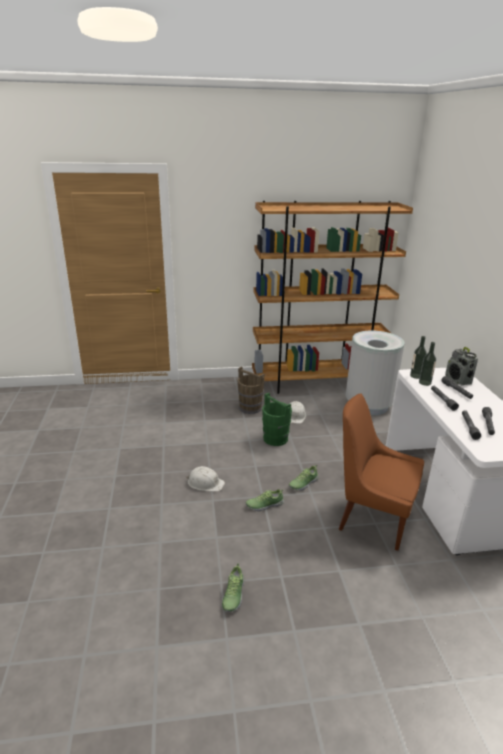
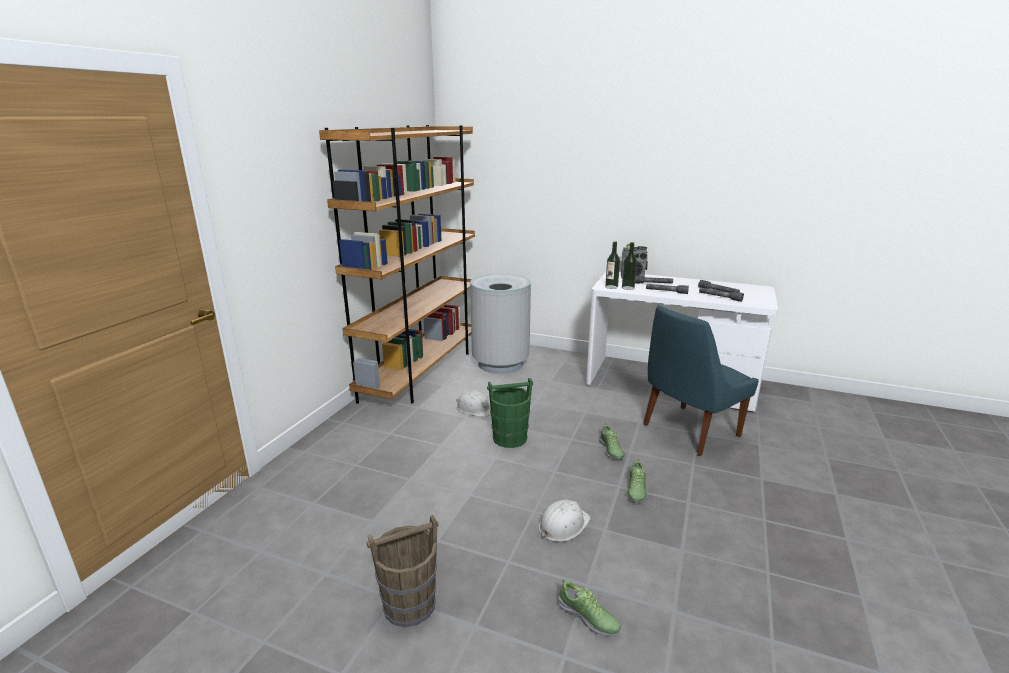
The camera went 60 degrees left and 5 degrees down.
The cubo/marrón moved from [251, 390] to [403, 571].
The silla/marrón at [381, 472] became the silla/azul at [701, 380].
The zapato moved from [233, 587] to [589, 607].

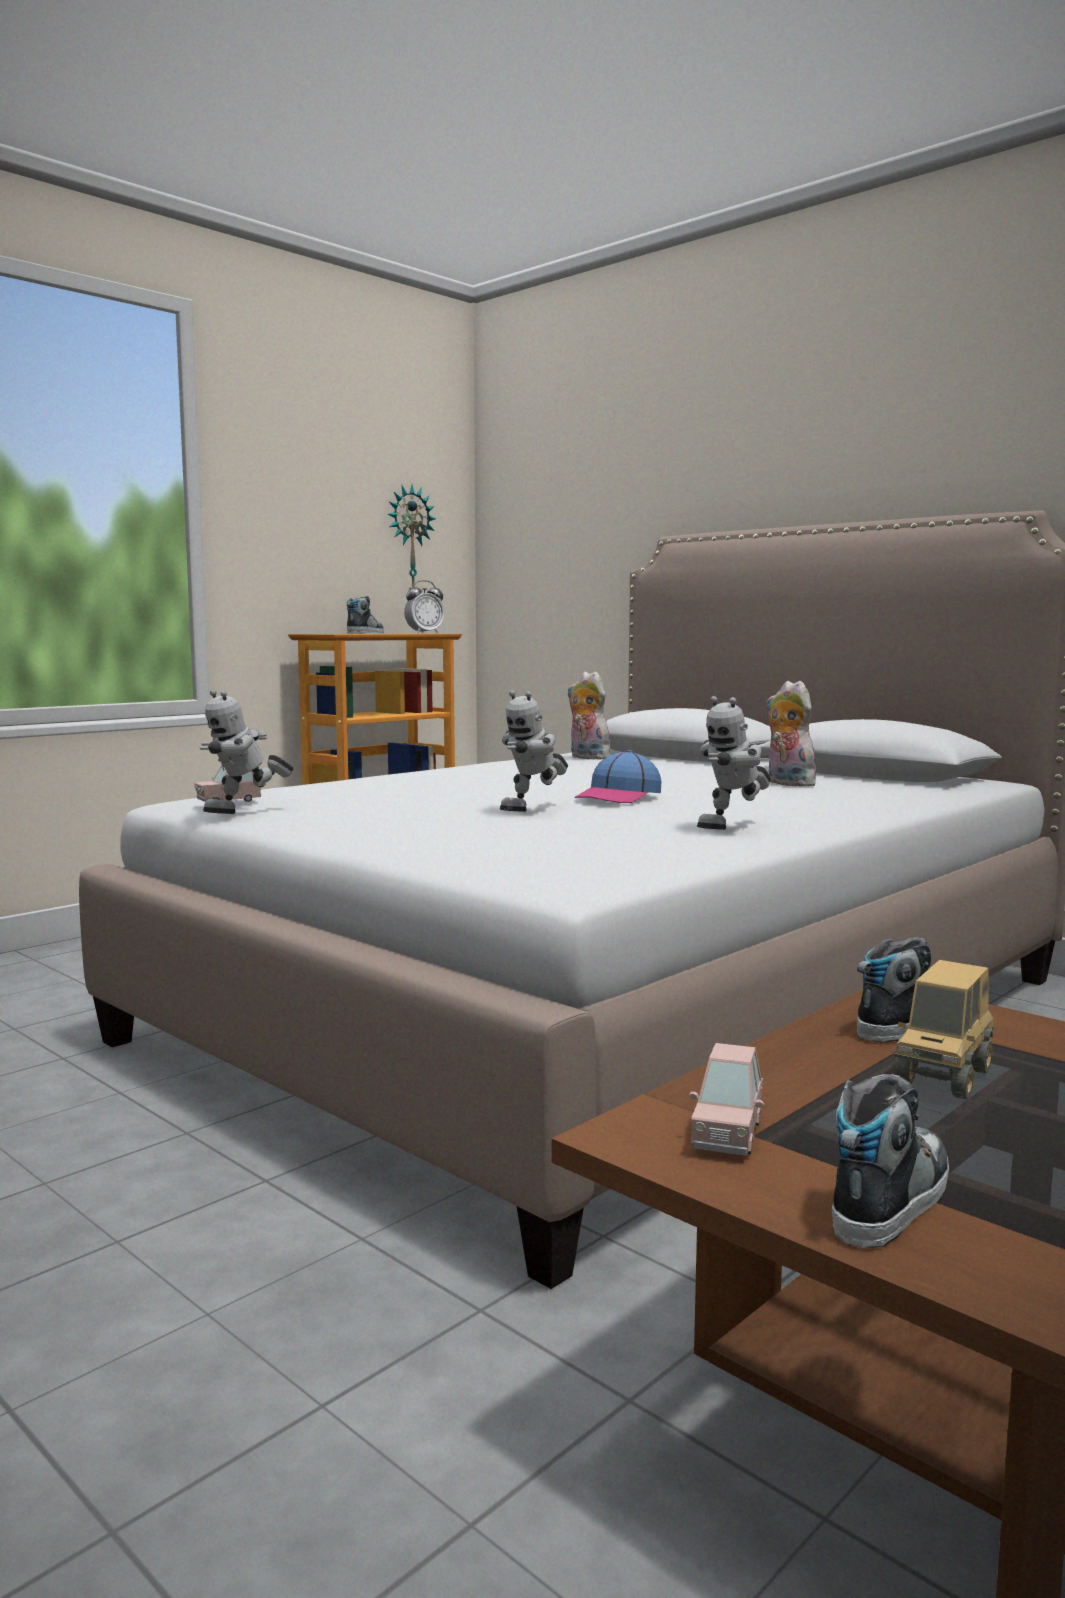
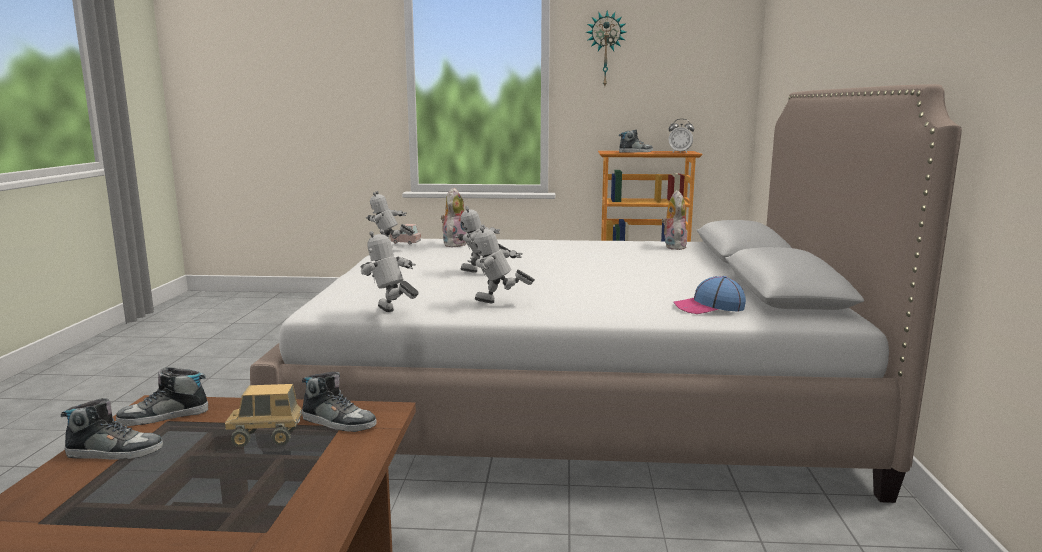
The camera went 50 degrees right and 5 degrees up.
The reloj de pared moved from [411, 536] to [606, 48].
The peluche moved from [794, 734] to [453, 217].
The gorra moved from [618, 776] to [709, 295].
The coche de juguete/rosa at [726, 1099] was replaced by the zapato at [162, 396].
The robot de juguete at [390, 270] appeared.

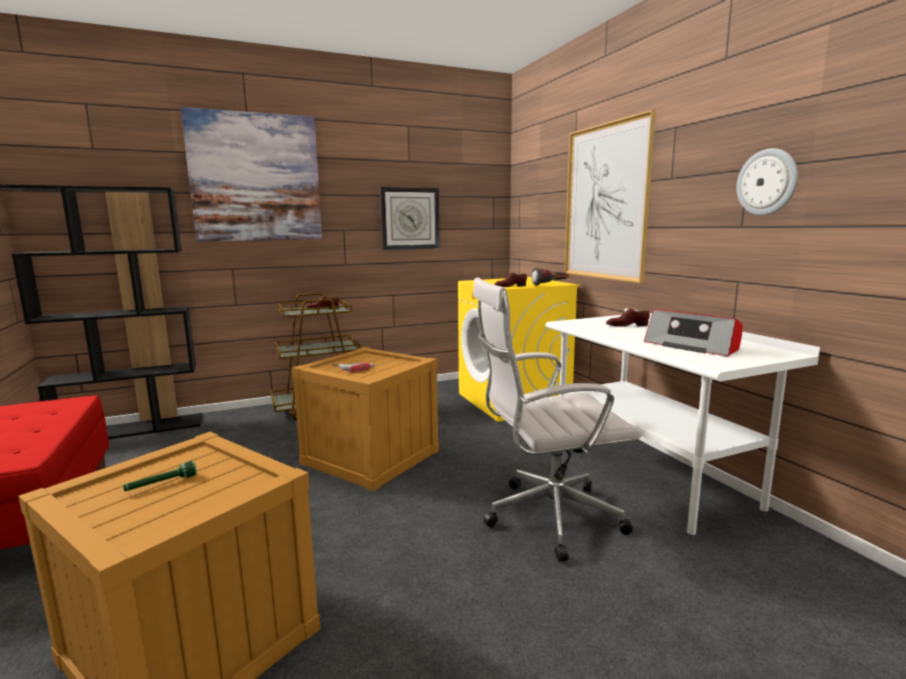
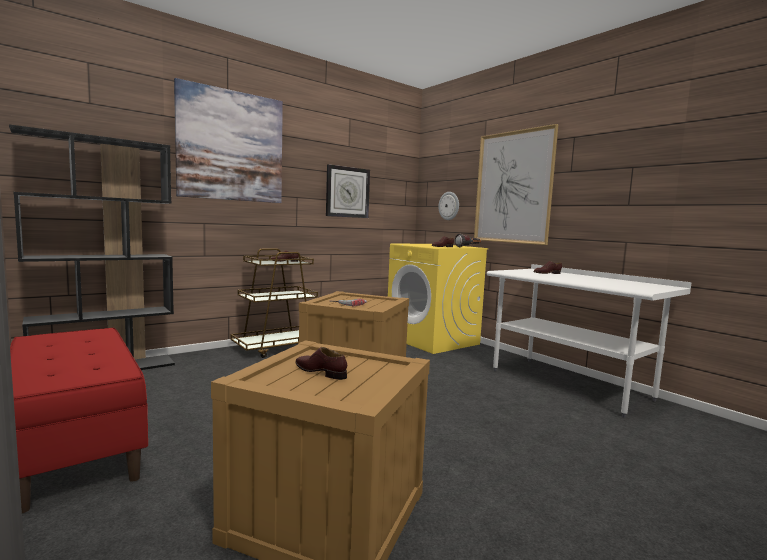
The camera went 15 degrees left and 5 degrees down.
The reloj de pared moved from [767, 182] to [448, 206].
The silla de oficina/blanco at [557, 419] disappeared.
The radio at [693, 333] disappeared.
The linterna/verde at [160, 476] was replaced by the zapato/marrón at [321, 363].

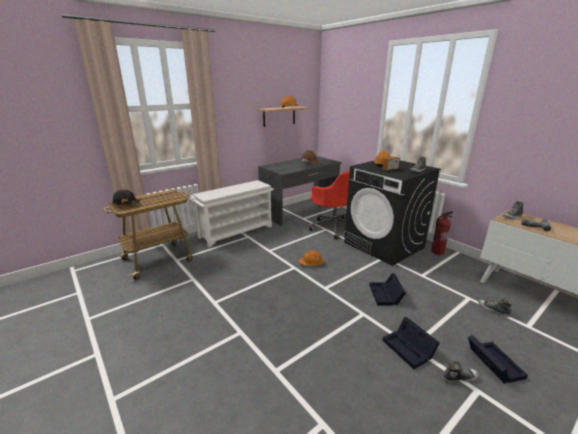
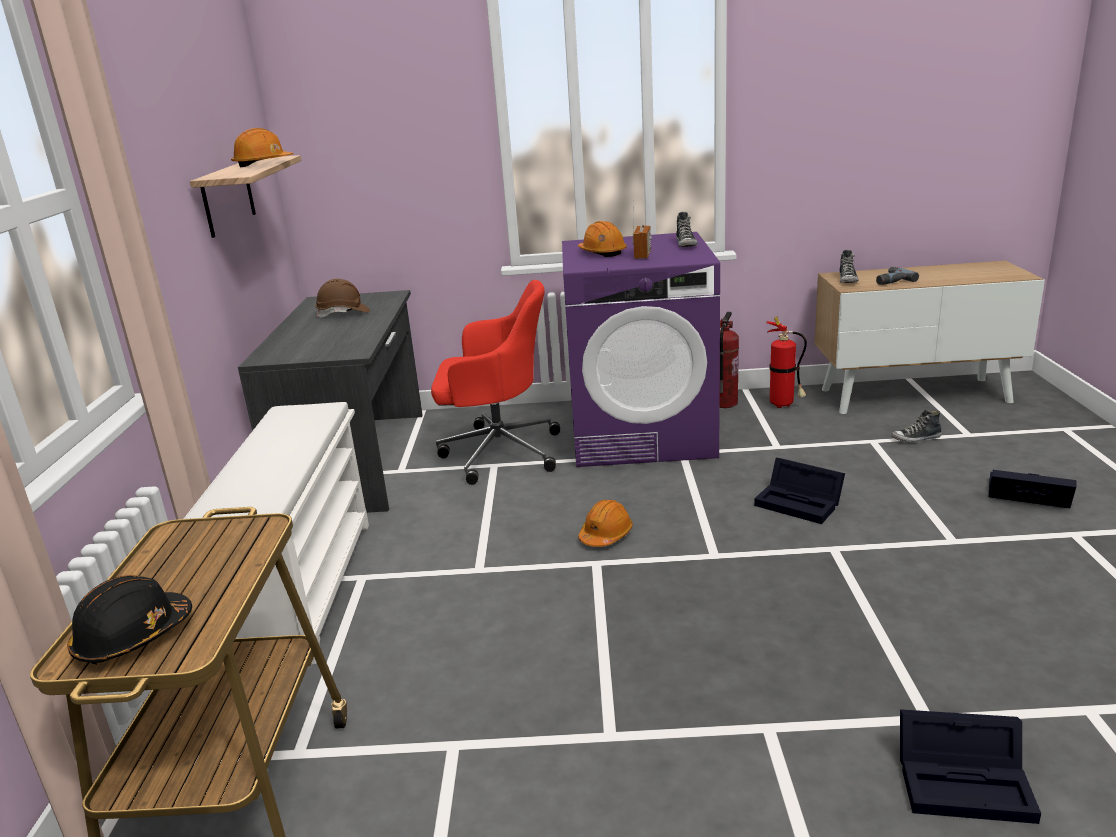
The camera went 50 degrees left and 0 degrees up.
The lavadora/negro at [392, 213] became the lavadora/morado at [641, 349].
The caja de almacenaje/negro moved from [411, 343] to [970, 766].
The zapato at [460, 372] disappeared.
The extintor at [786, 362] appeared.

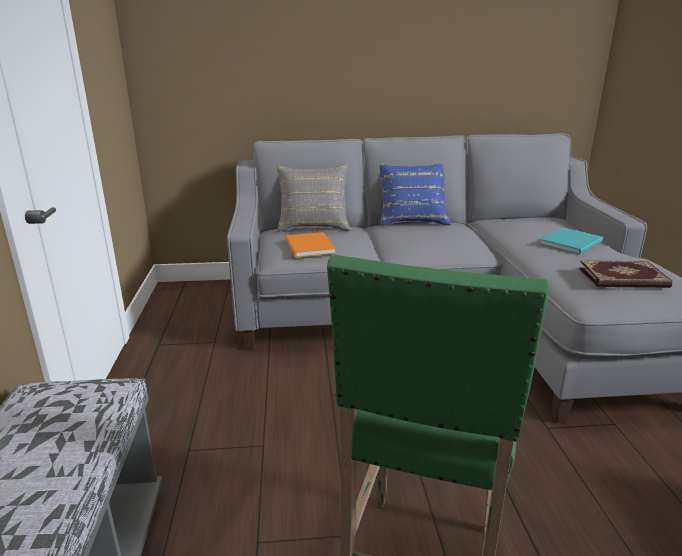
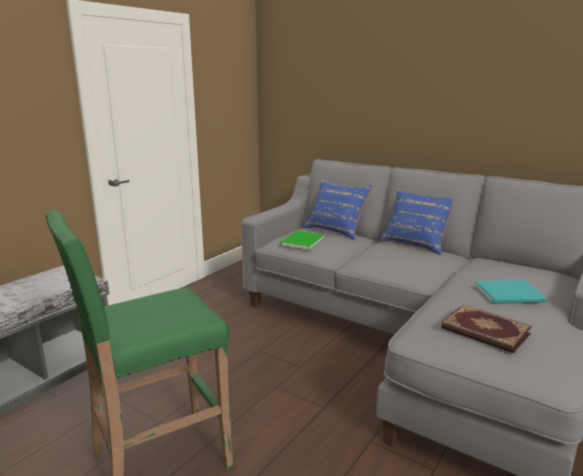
The camera went 40 degrees right and 5 degrees down.
The cojín/gris at [314, 197] became the cojín/azul at [338, 209].
The libro/naranja at [311, 245] became the libro/verde at [302, 240].

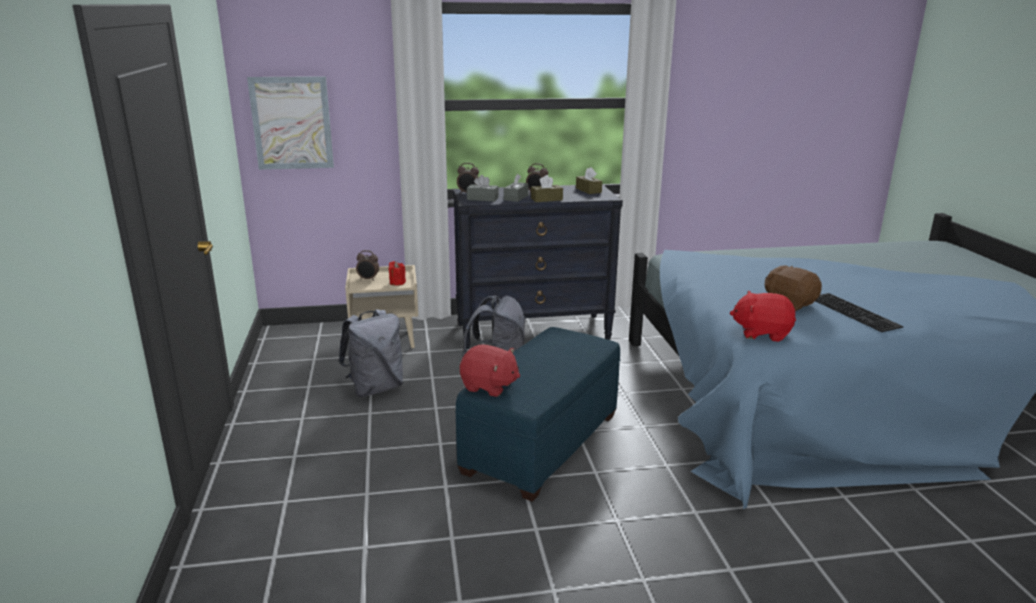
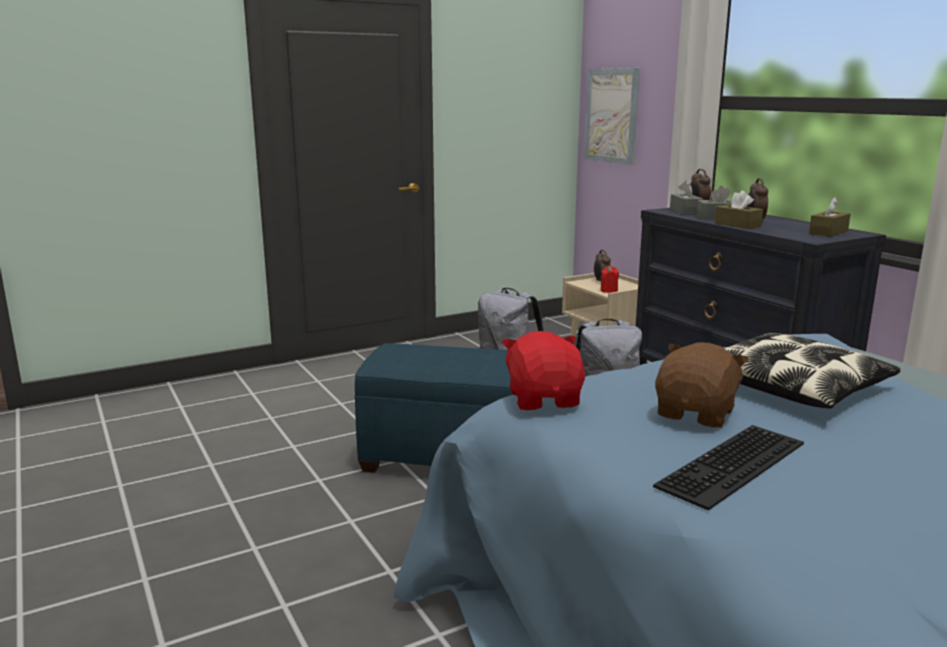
The camera went 70 degrees right and 5 degrees down.
The peluche/rojo at [490, 370] disappeared.
The cojín at [812, 371] appeared.

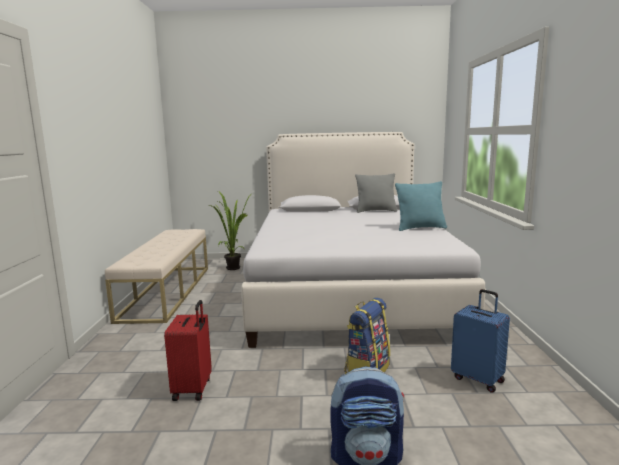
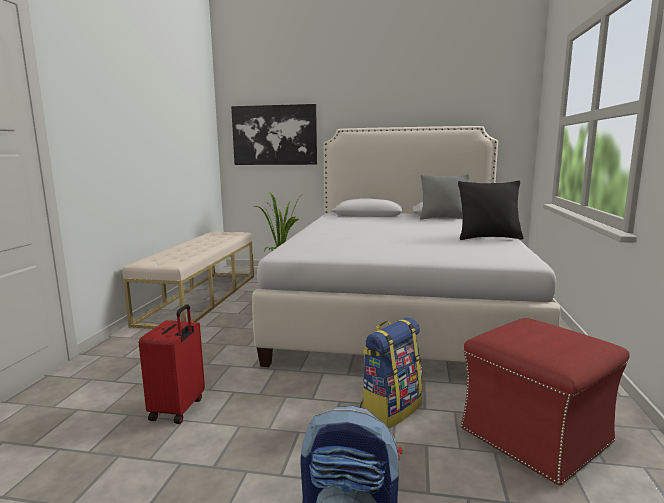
The camera went 10 degrees right and 0 degrees up.
The cojín/turquesa at [421, 206] became the cojín/negro at [491, 210].
The maleta/azul at [480, 341] was replaced by the puf/rojo at [545, 402].
The cuadro at [274, 134] appeared.

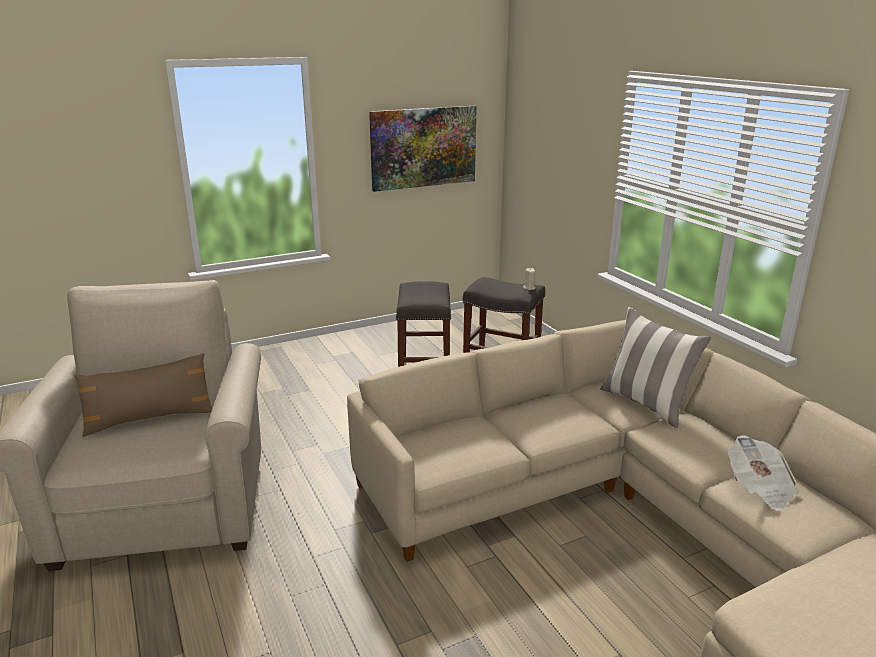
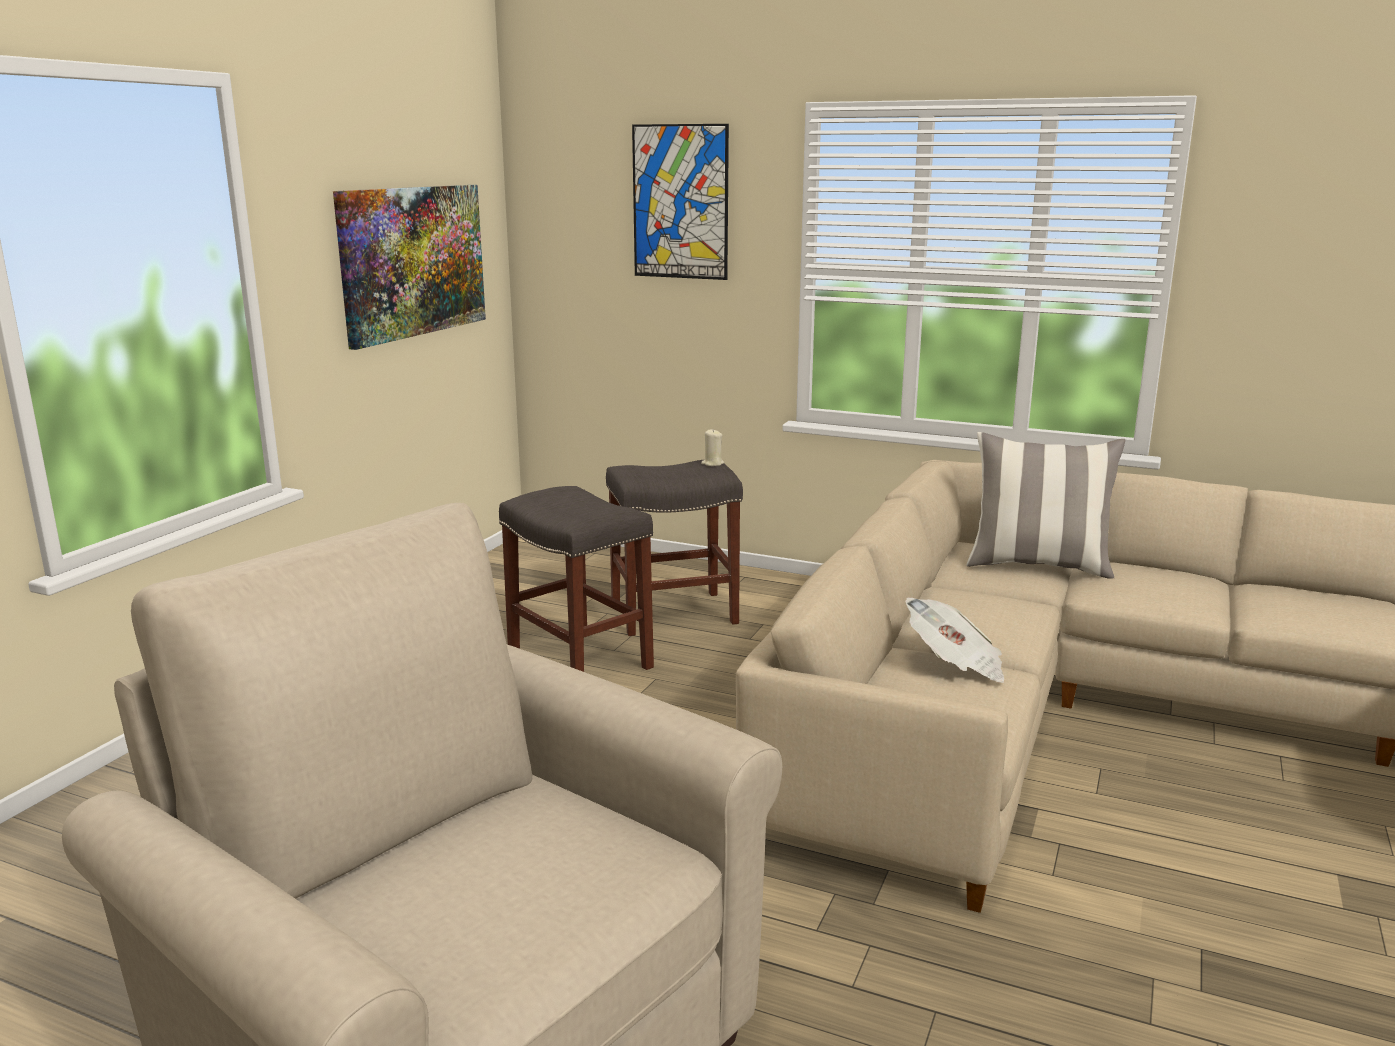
The camera went 40 degrees left and 5 degrees down.
The cojín/marrón at [143, 395] disappeared.
The periódico moved from [764, 473] to [955, 640].
The cuadro at [680, 202] appeared.

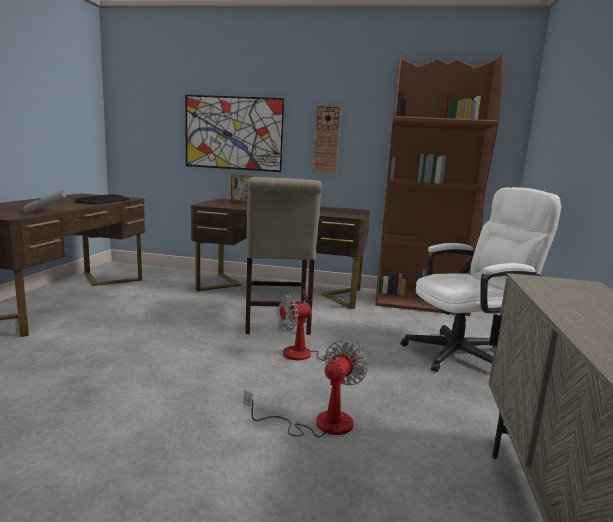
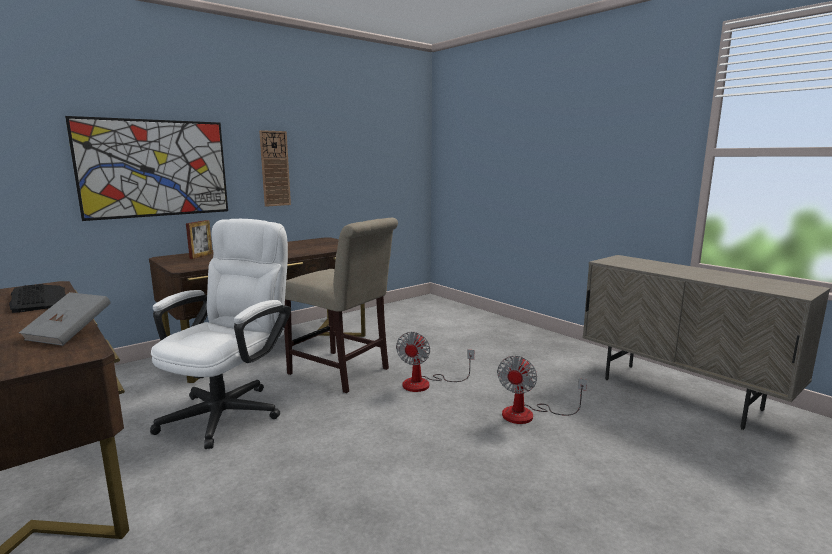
The camera went 50 degrees left and 0 degrees up.
The estantería/marrón at [439, 184] disappeared.
The silla de oficina/blanco moved from [481, 279] to [220, 334].
The ventilador at [306, 388] turned 135 degrees counterclockwise.

